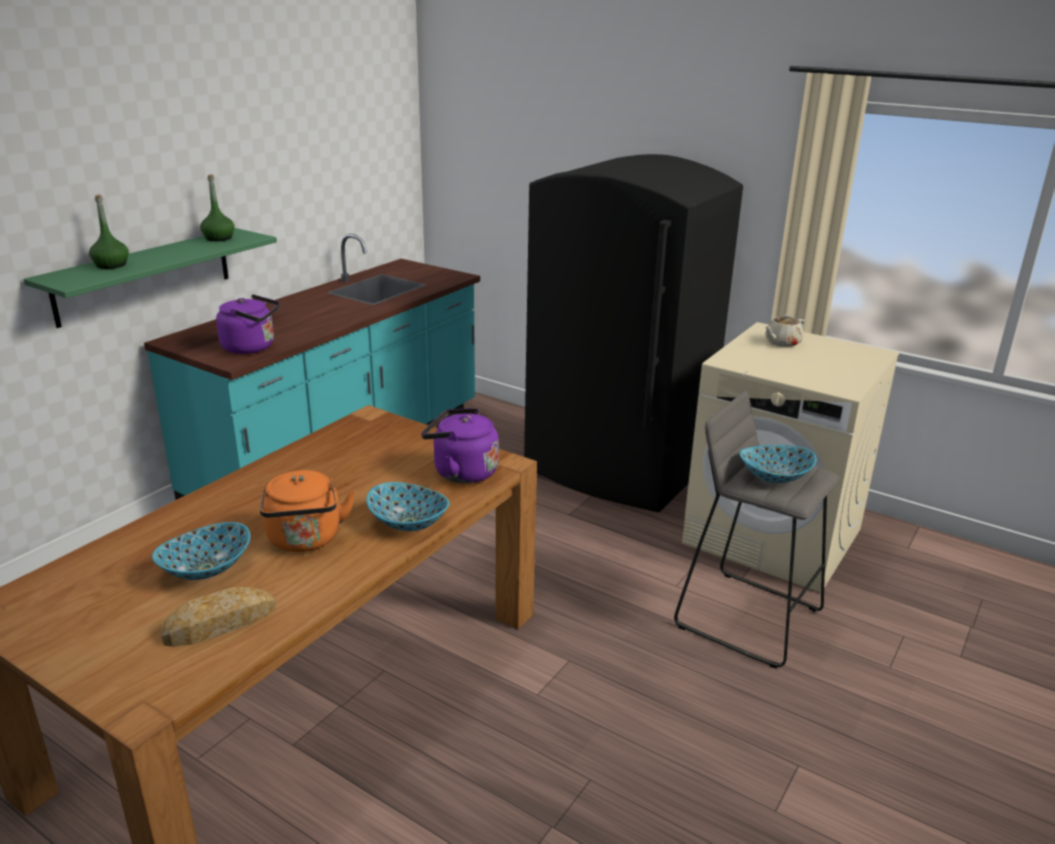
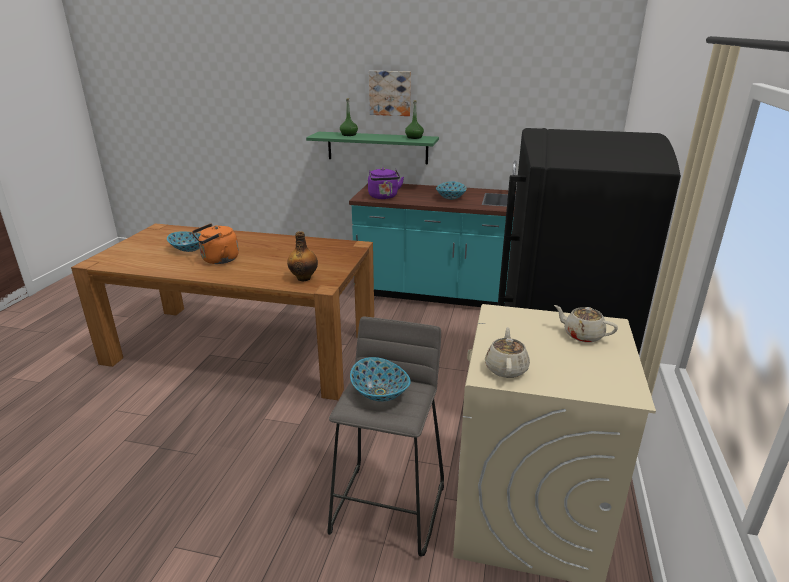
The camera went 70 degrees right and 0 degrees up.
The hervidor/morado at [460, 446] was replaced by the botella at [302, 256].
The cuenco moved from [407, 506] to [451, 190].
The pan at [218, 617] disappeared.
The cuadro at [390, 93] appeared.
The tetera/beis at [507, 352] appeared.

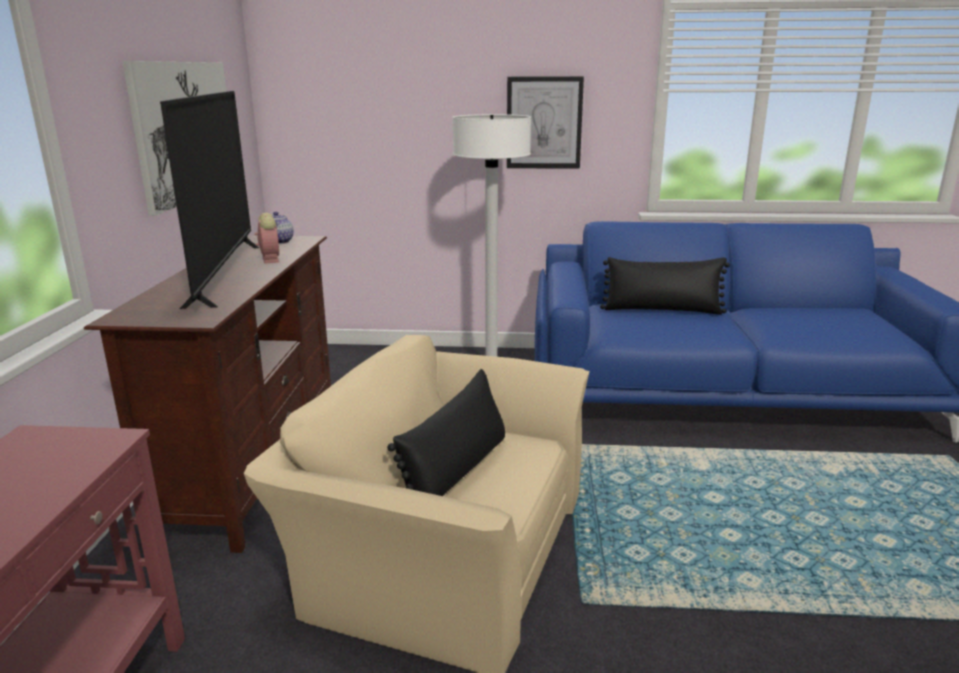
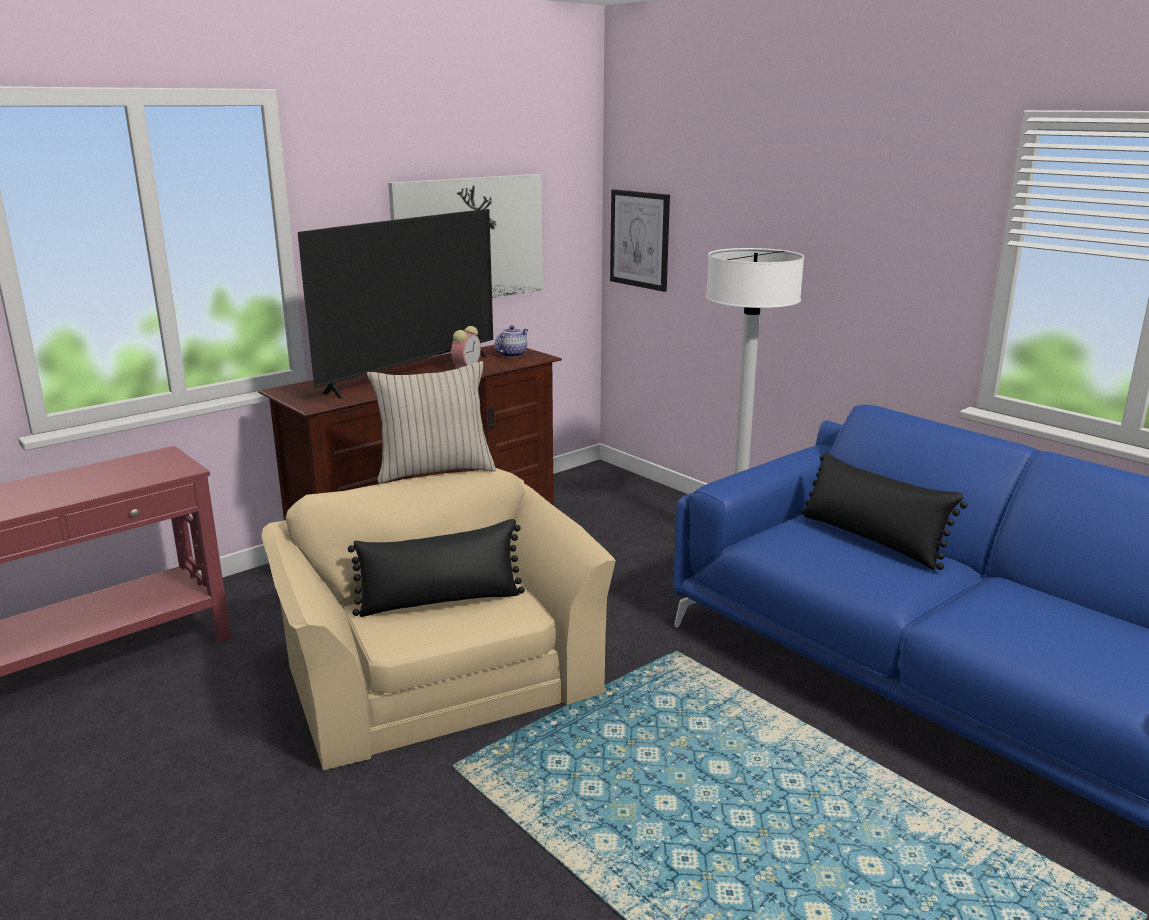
The camera went 45 degrees right and 0 degrees up.
The cuadro moved from [545, 122] to [640, 240].
The cojín/beis at [431, 422] appeared.

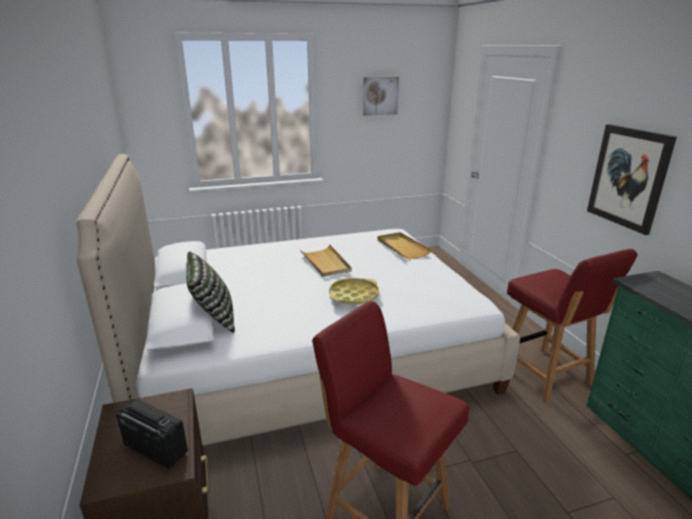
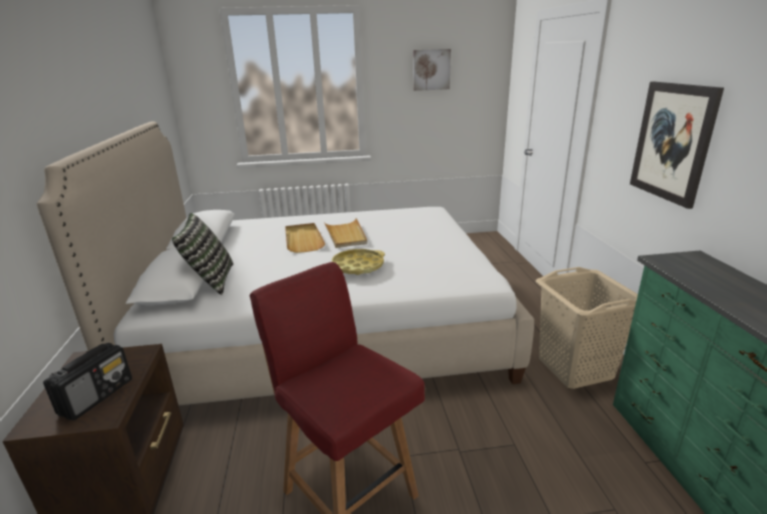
The camera went 10 degrees right and 0 degrees up.
The bandeja/beis moved from [404, 245] to [305, 238].
The silla/rojo at [572, 326] was replaced by the cesto de la ropa/beis at [587, 328].
The radio at [152, 434] turned 75 degrees clockwise.

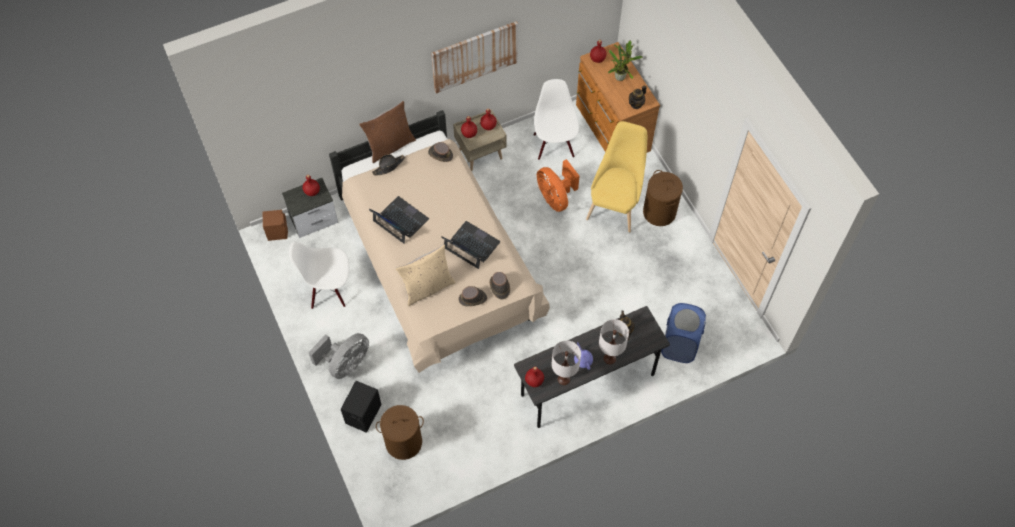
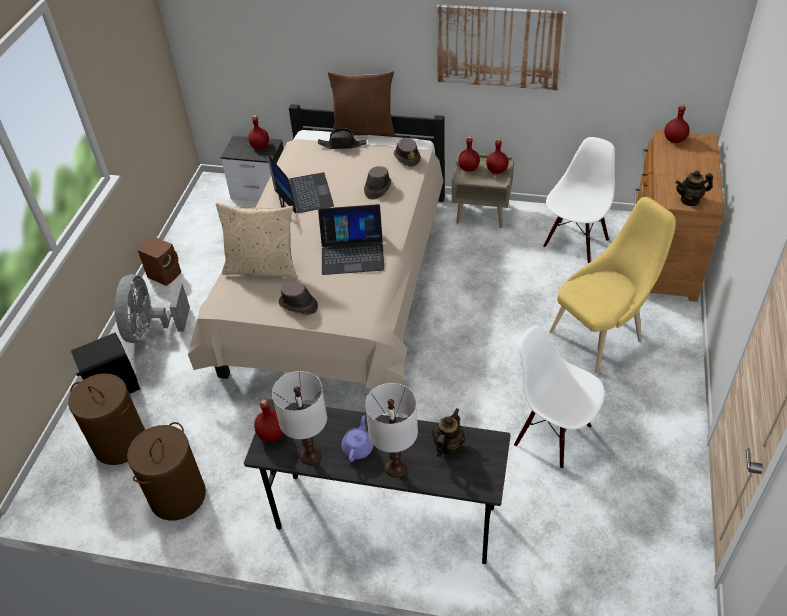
The camera went 40 degrees right and 15 degrees down.
The planta en maceta at [625, 60] disappeared.
The ventilador/naranja at [558, 185] disappeared.
The cesto de la ropa/marrón moved from [663, 198] to [166, 471].
The altavoz/marrón moved from [275, 225] to [159, 261].
The portátil at [470, 245] turned 105 degrees clockwise.
The silla/blanco moved from [319, 275] to [559, 397].
The sombrero/marrón moved from [500, 285] to [377, 183].
The cesto de la ropa/azul at [683, 333] disappeared.
The ventilador/gris at [338, 356] turned 105 degrees clockwise.

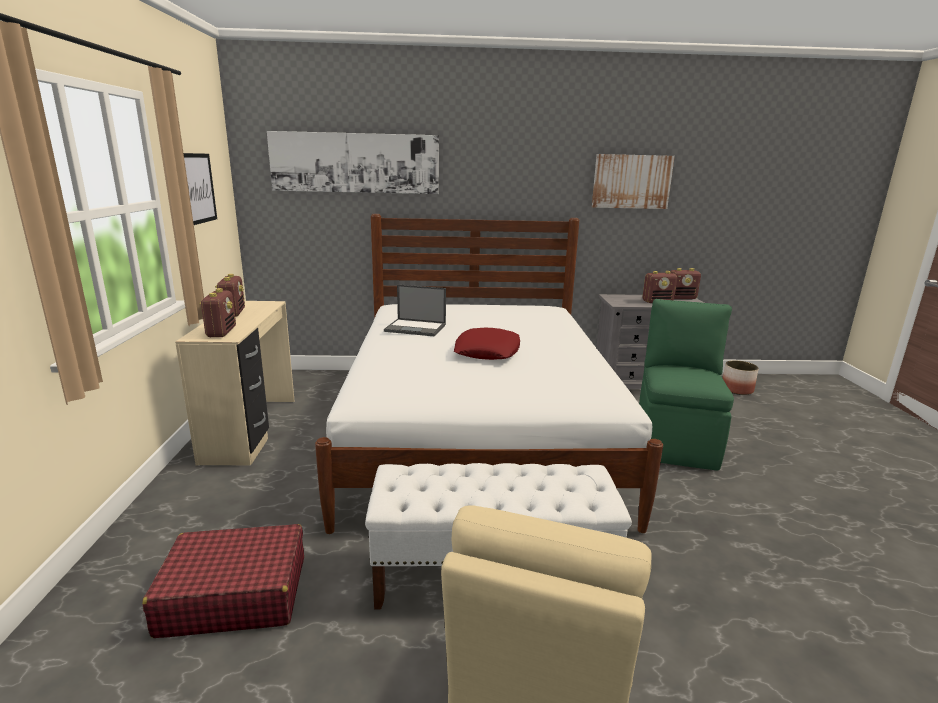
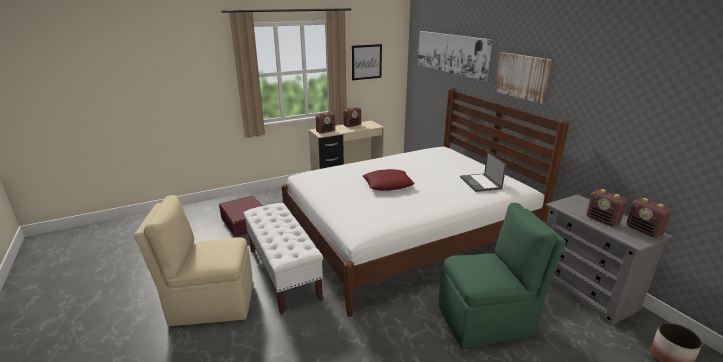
The camera went 65 degrees right and 5 degrees up.
The cuadro moved from [633, 181] to [523, 78].
The portátil moved from [415, 310] to [483, 171].

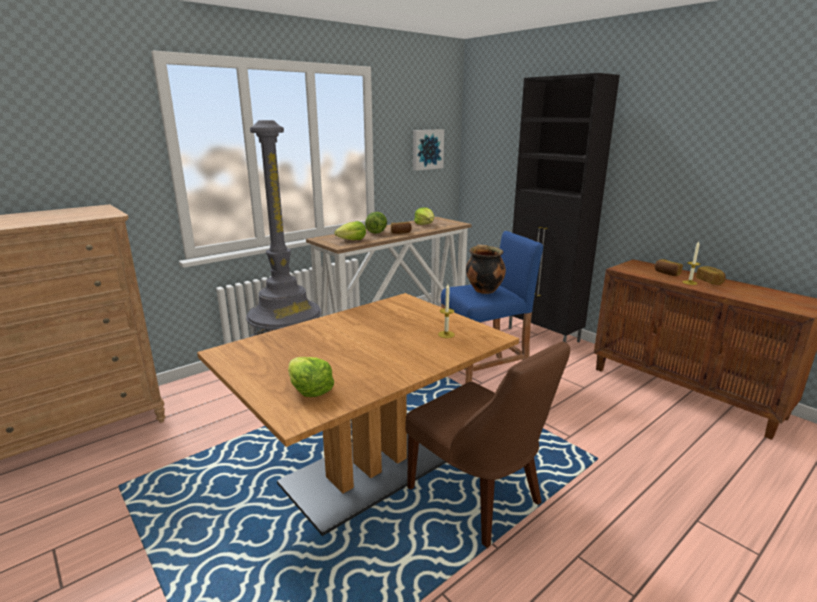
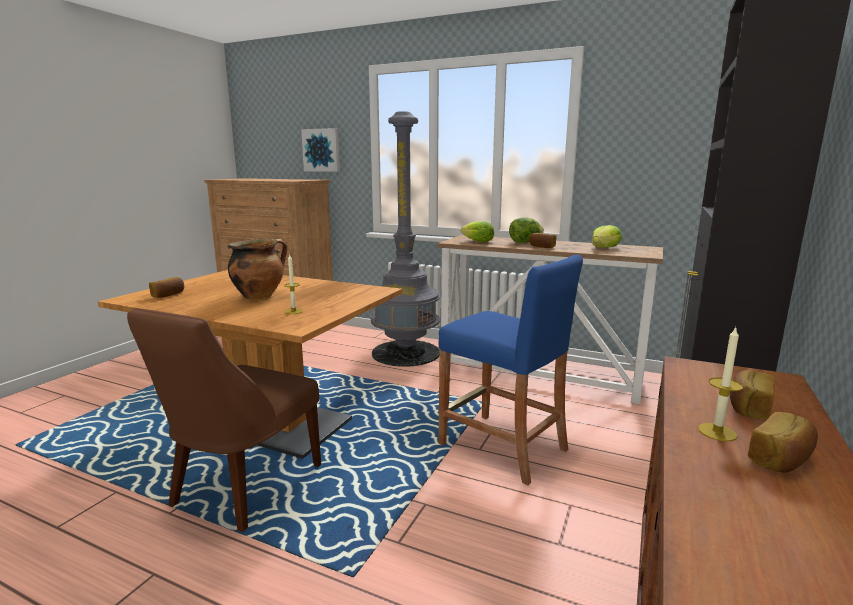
The camera went 65 degrees right and 5 degrees down.
The cuadro moved from [428, 150] to [320, 150].
The olla moved from [486, 269] to [257, 269].
The lechuga at [311, 377] was replaced by the pan at [166, 287].

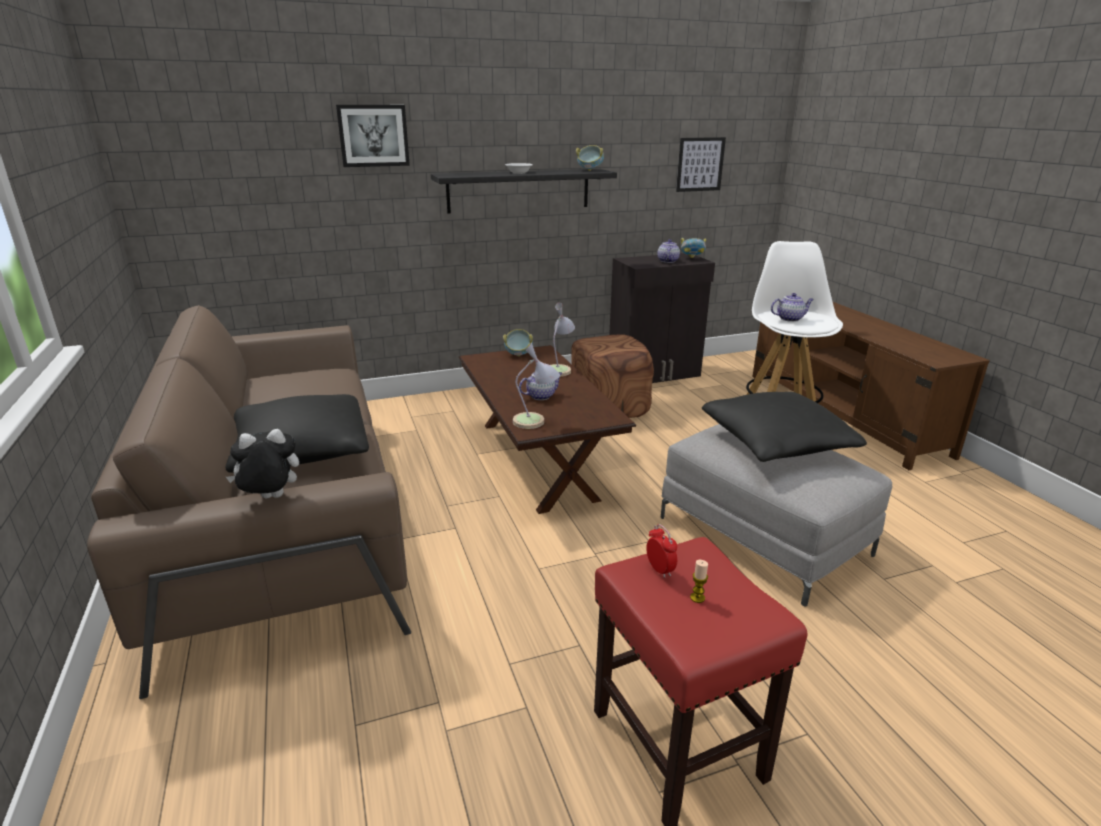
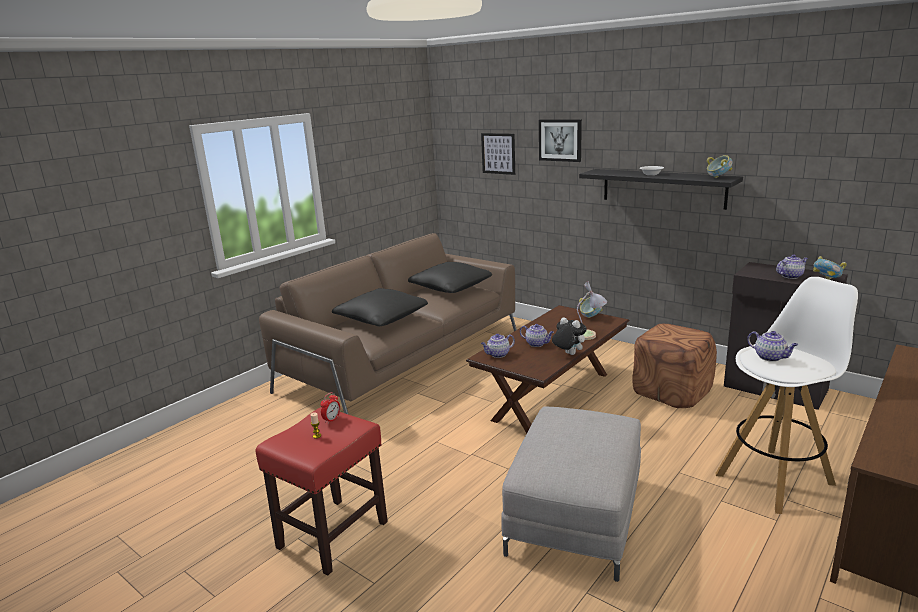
The camera went 60 degrees right and 5 degrees down.
The cuadro moved from [701, 164] to [498, 154].
The lámpara de mesa at [536, 386] was replaced by the tetera at [498, 346].
The cojín/negro moved from [784, 427] to [450, 277].
The peluche moved from [262, 463] to [569, 336].

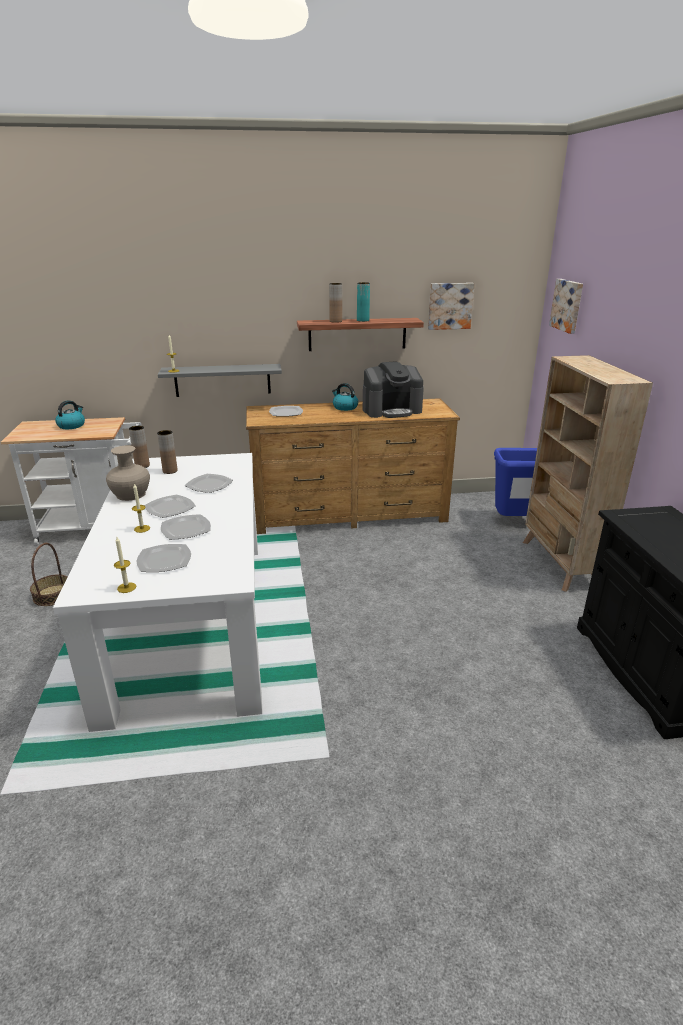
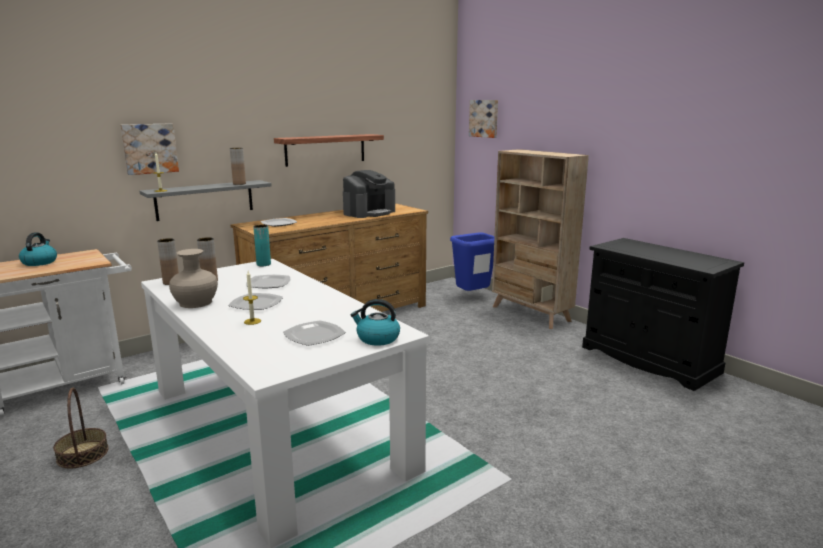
The camera went 30 degrees left and 10 degrees down.
The florero/turquesa moved from [363, 302] to [262, 245].
The florero/marrón moved from [335, 303] to [238, 166].
The cuadro moved from [451, 306] to [149, 149].
The hervidor moved from [345, 397] to [375, 322].
The plato at [186, 527] disappeared.
The vela at [125, 565] disappeared.

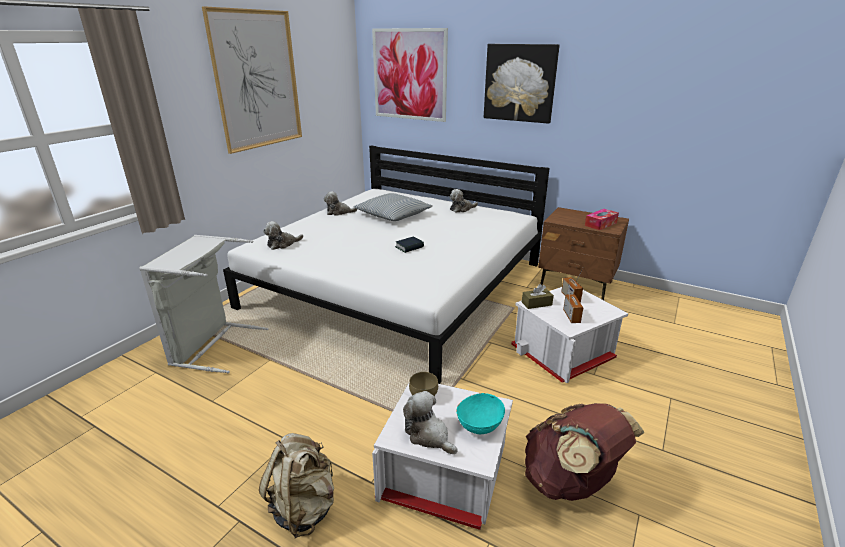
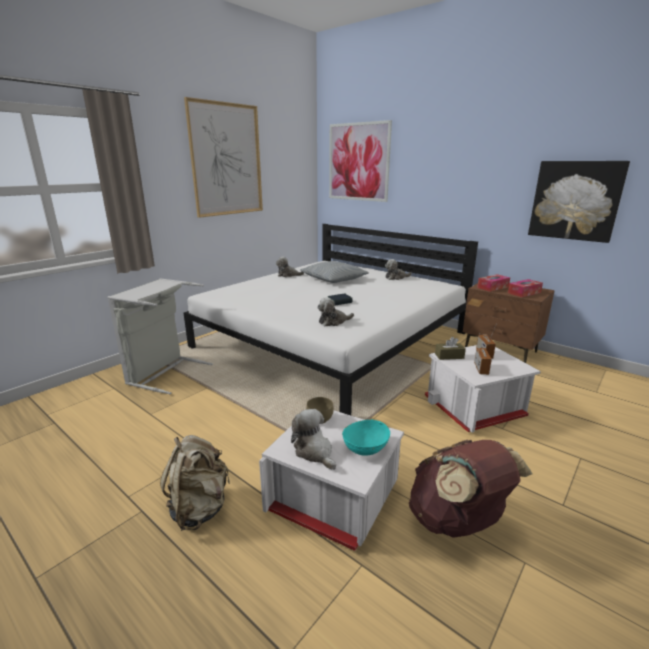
The camera went 10 degrees right and 5 degrees down.
The cuadro moved from [522, 84] to [579, 202].
The peluche moved from [283, 235] to [335, 311].
The caja de pañuelos at [493, 283] appeared.

